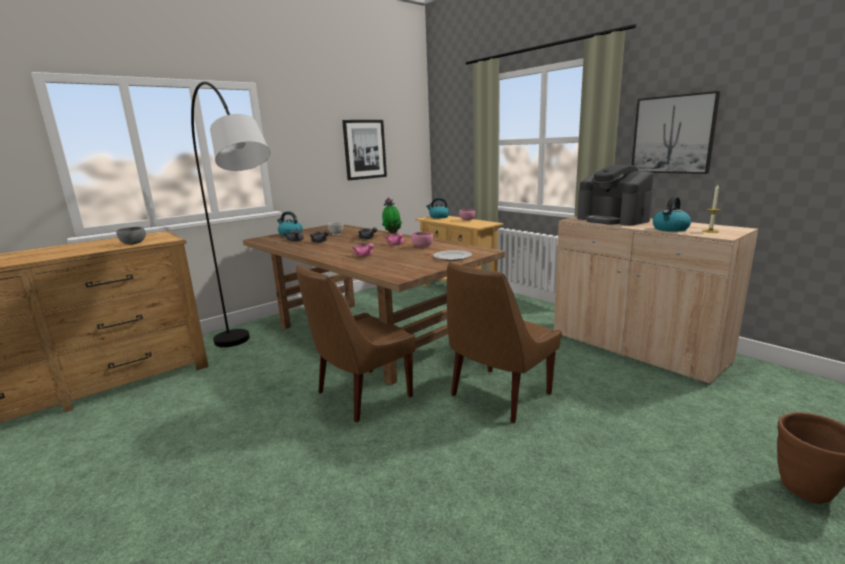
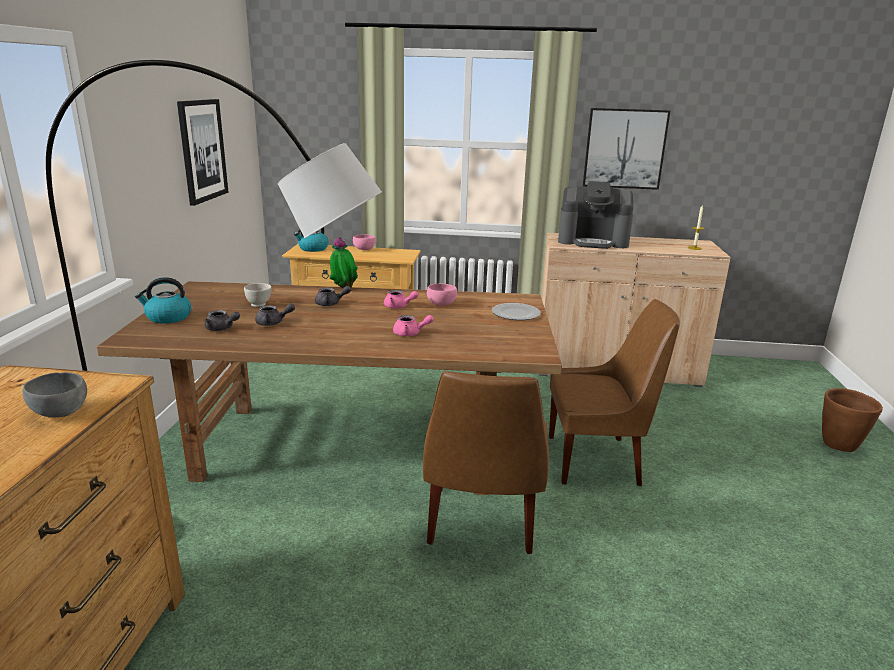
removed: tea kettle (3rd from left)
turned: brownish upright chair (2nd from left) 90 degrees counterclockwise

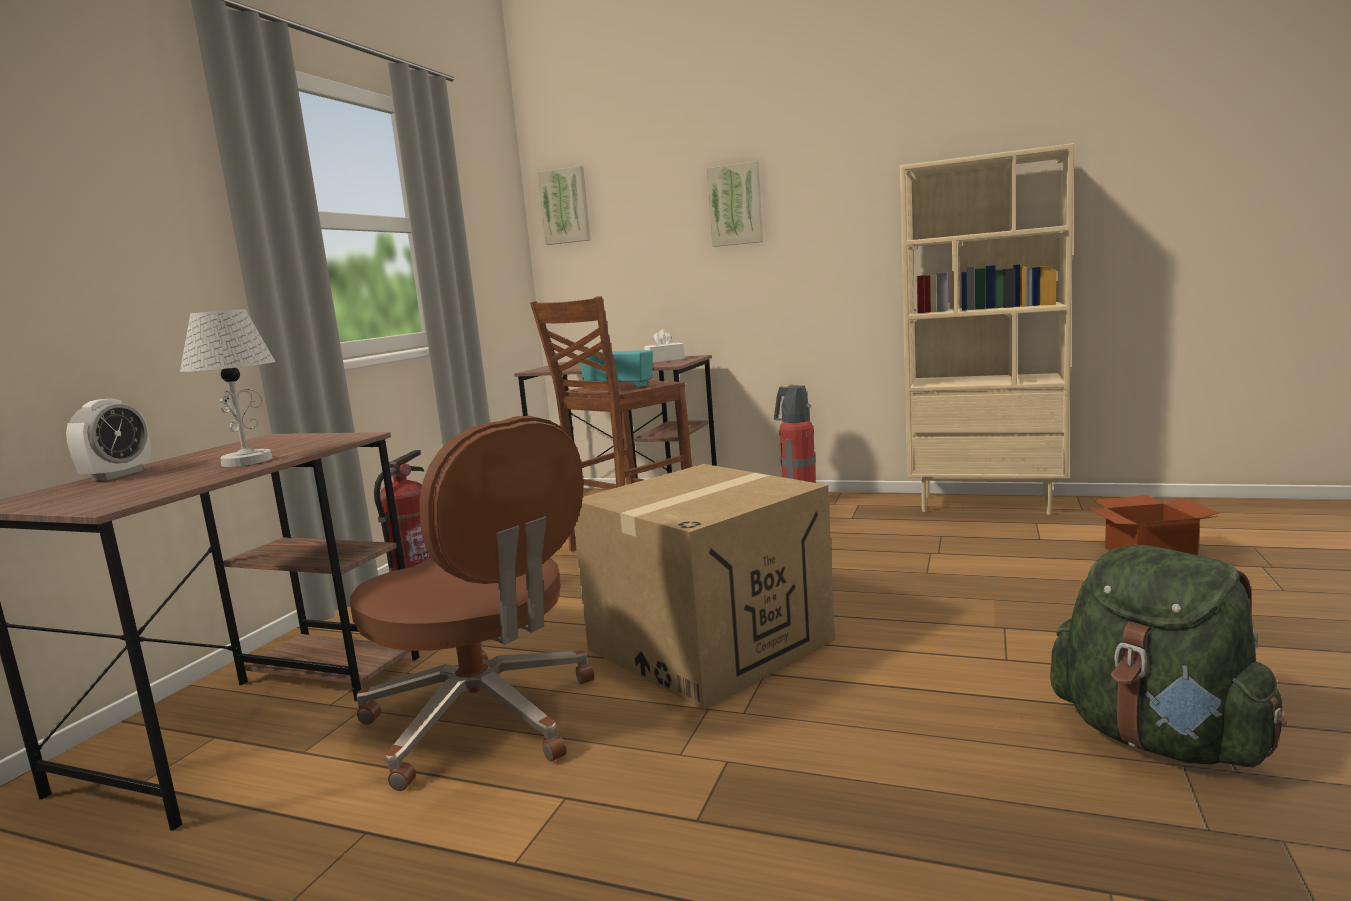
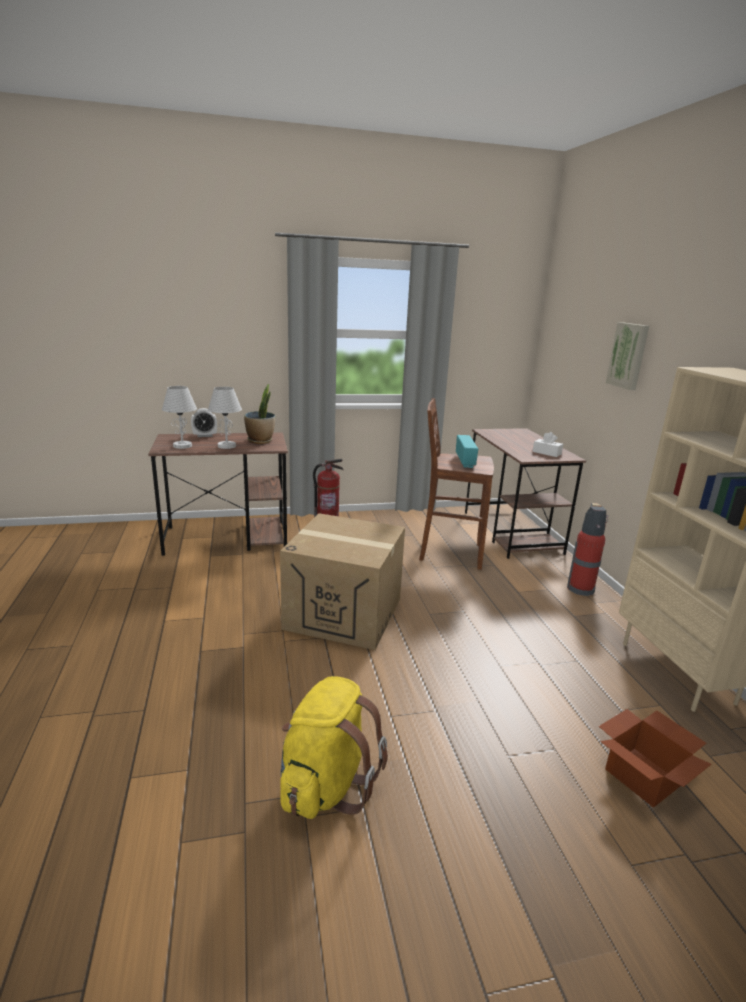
removed: wall art (1st from left); brownish desk chair
added: potted plant; white-coloured tabletop lamp (1st from left)
recoloured: green-coloured backpack to yellow-coloured backpack

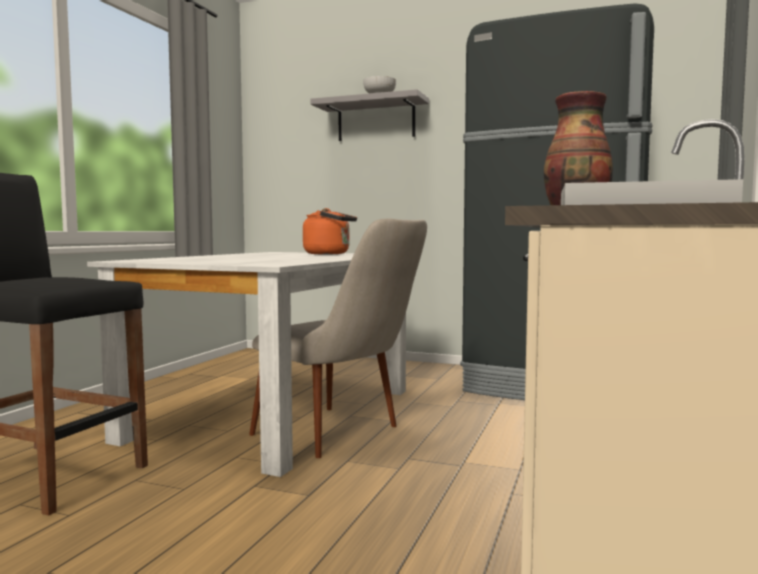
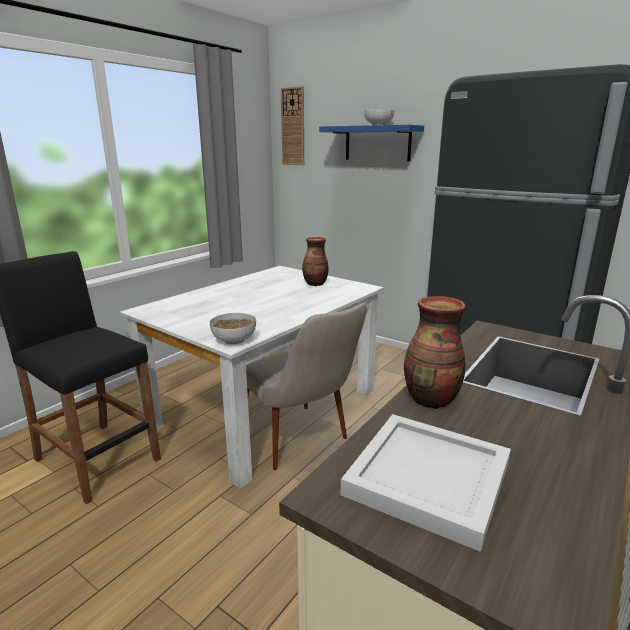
added: clock on the wall; serving bowl (1st from left)
replaced: orangey tea kettle to decorative vase (1st from left)
recoloured: grey wall shelf to bluish wall shelf

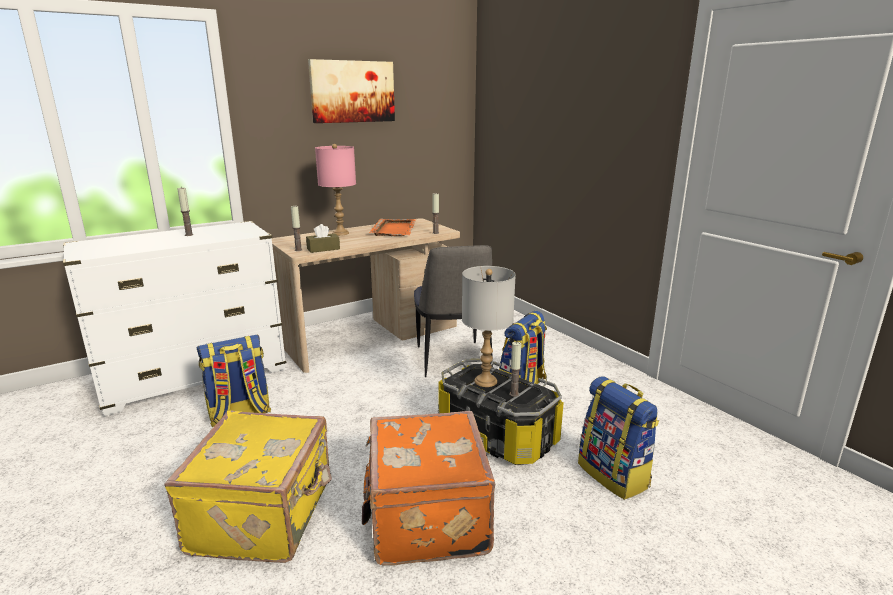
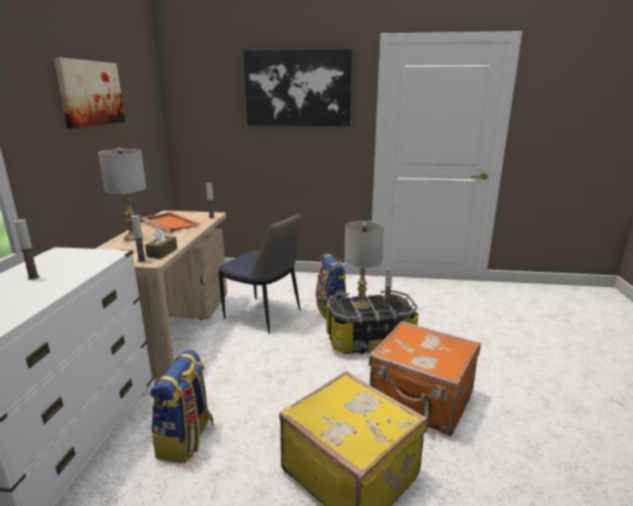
removed: backpack (3rd from left)
added: wall art (2nd from left)
recoloured: pinkish tabletop lamp to grey tabletop lamp (1st from left)

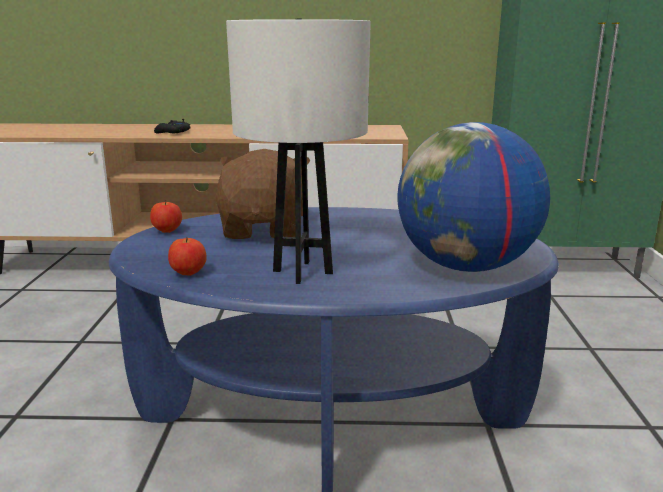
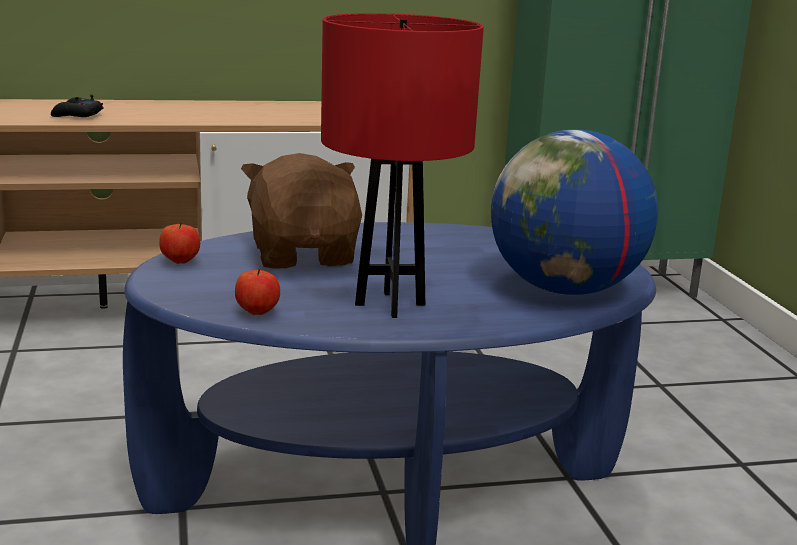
recoloured: white-coloured tabletop lamp to red tabletop lamp

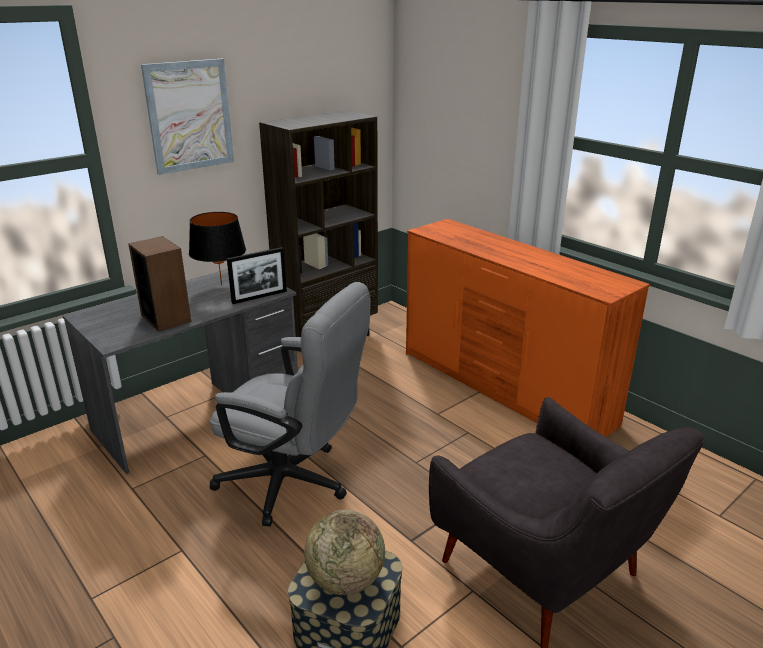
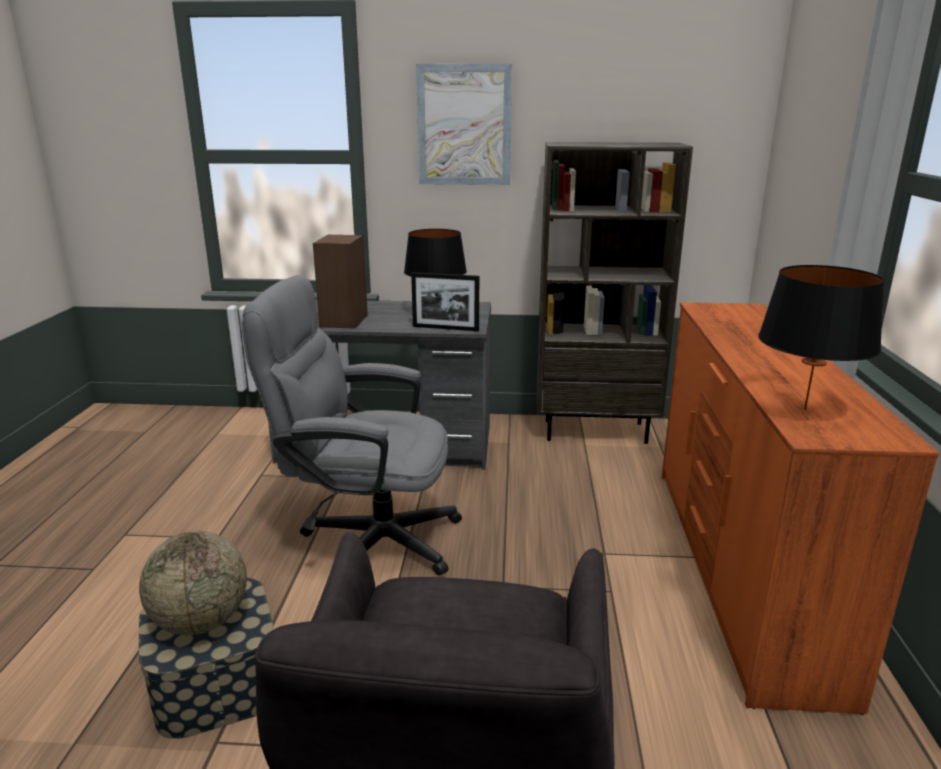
added: blackish tabletop lamp (2nd from left)
turned: grey desk chair 120 degrees clockwise

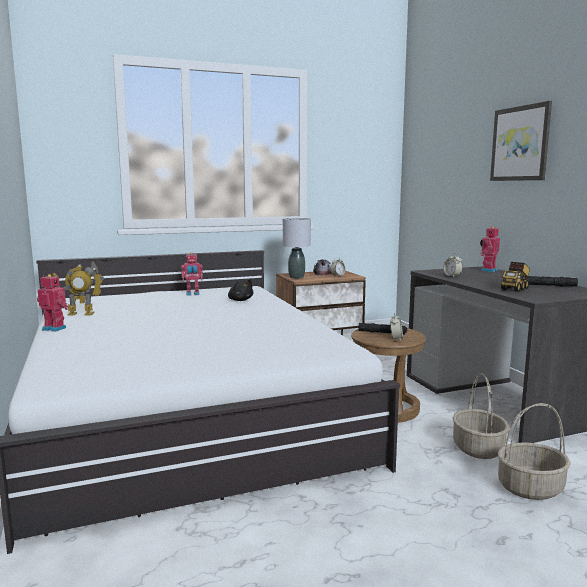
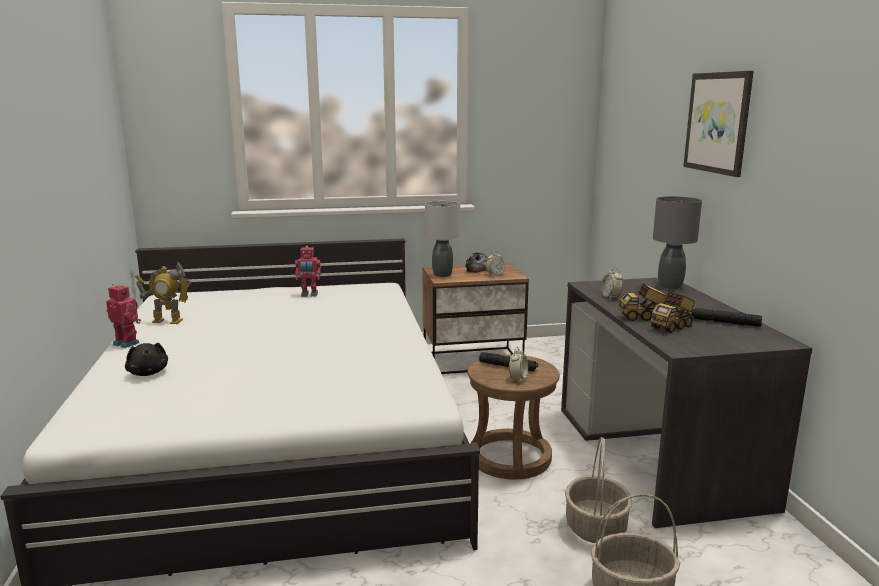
added: model truck (1st from left)
moved: blackish soft toy
replaced: model robot (4th from left) to grey tabletop lamp (2nd from left)

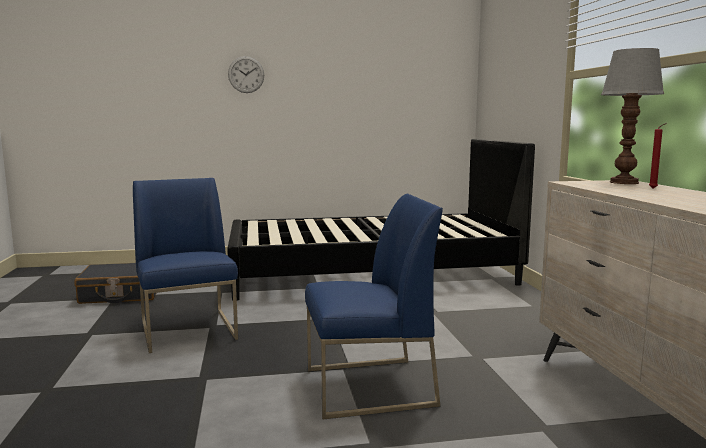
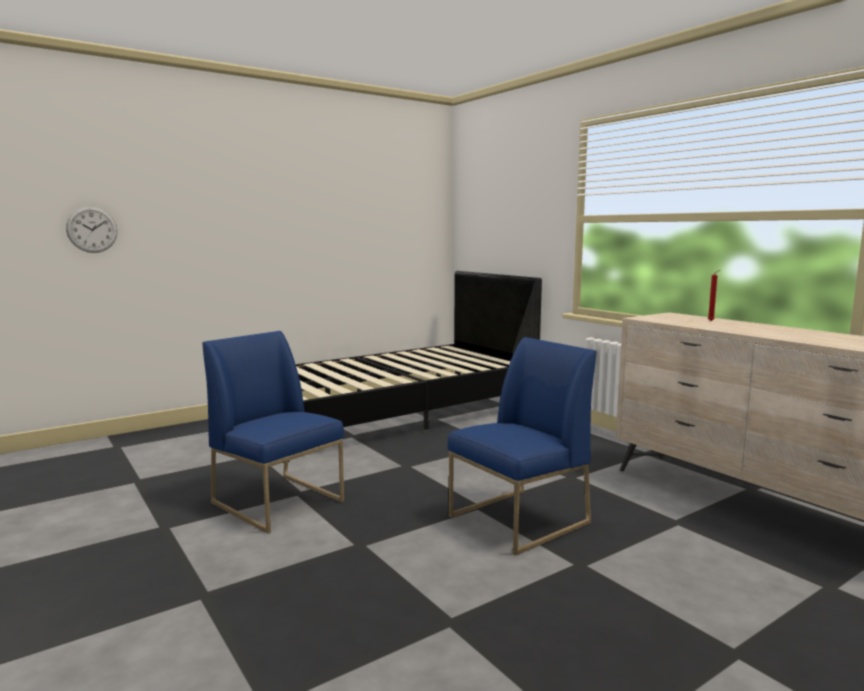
removed: tabletop lamp; blackish suitcase
moved: clock on the wall

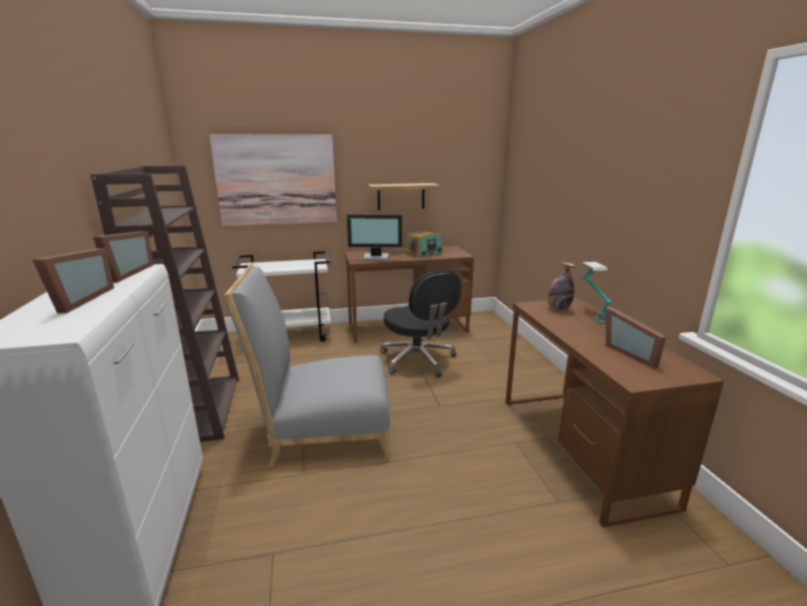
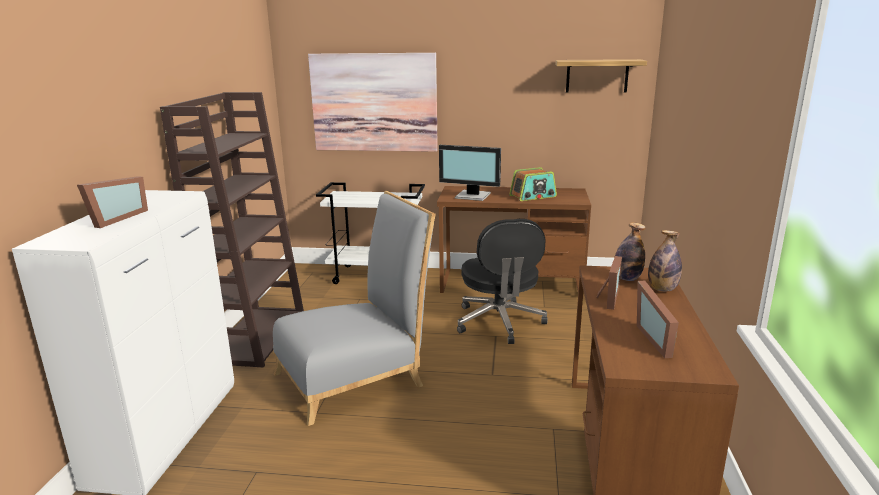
moved: wall shelf; standing frame (2nd from left)
replaced: tabletop lamp to bottle (2nd from left)
turned: grey upright chair 135 degrees clockwise

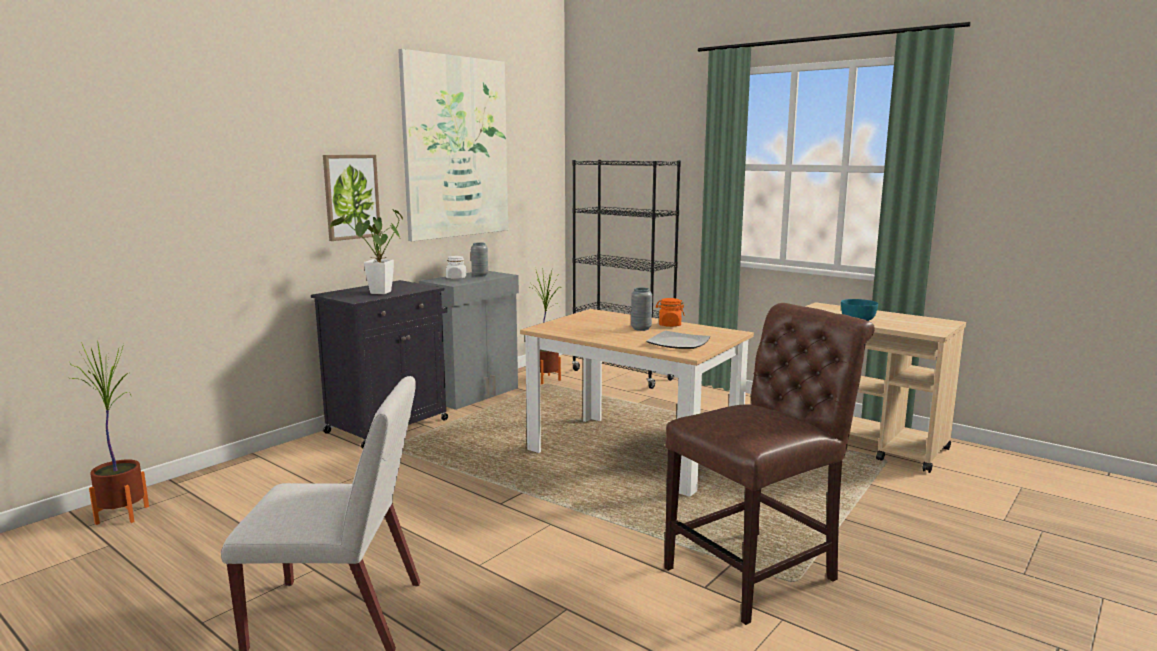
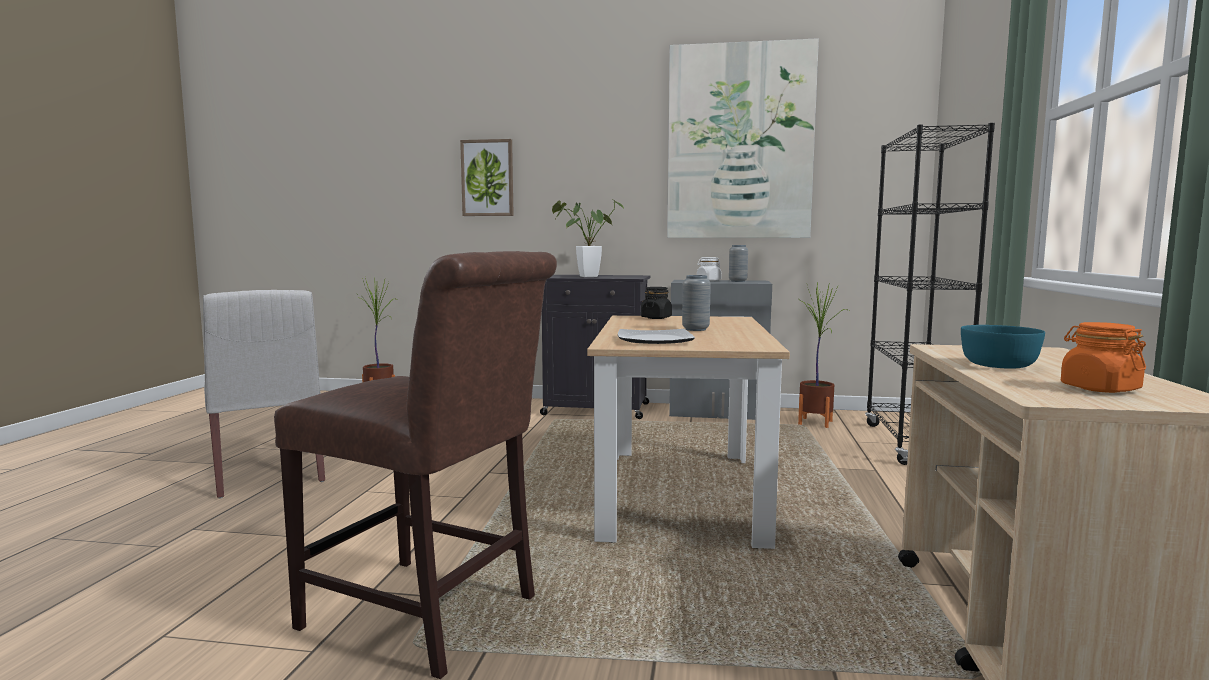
added: blackish storage jar
moved: wall art (1st from left); orangey storage jar

